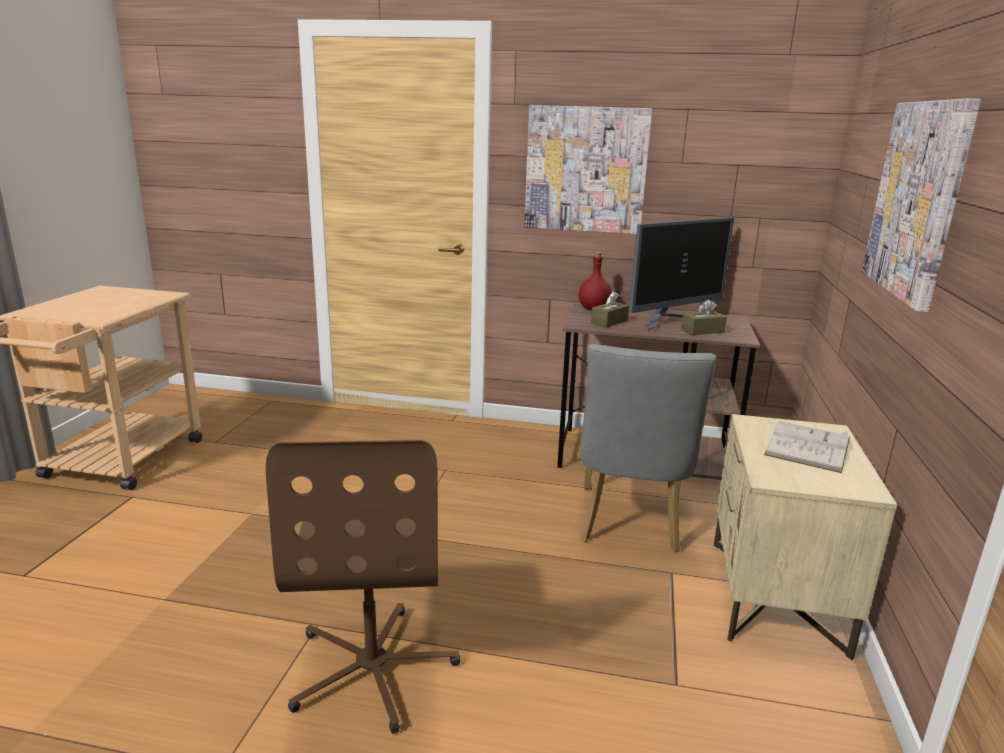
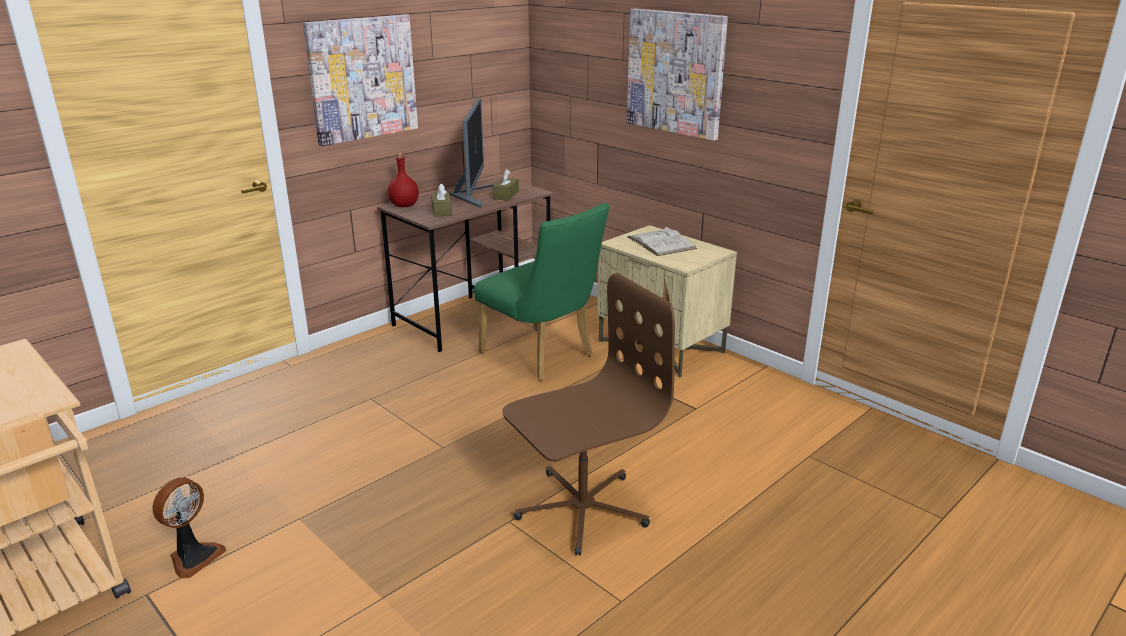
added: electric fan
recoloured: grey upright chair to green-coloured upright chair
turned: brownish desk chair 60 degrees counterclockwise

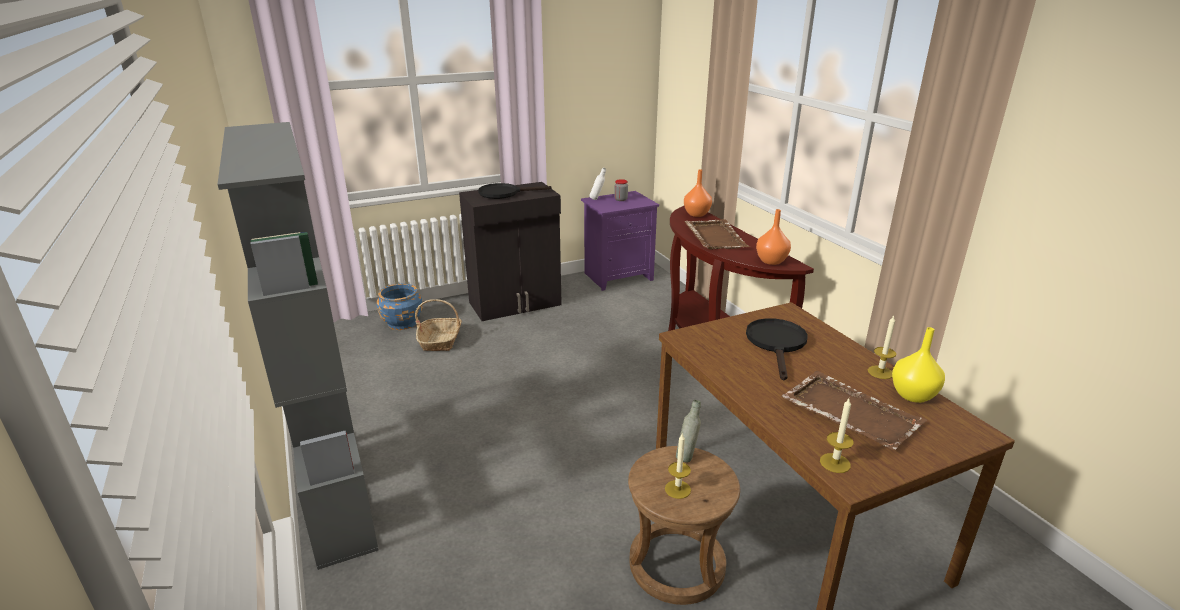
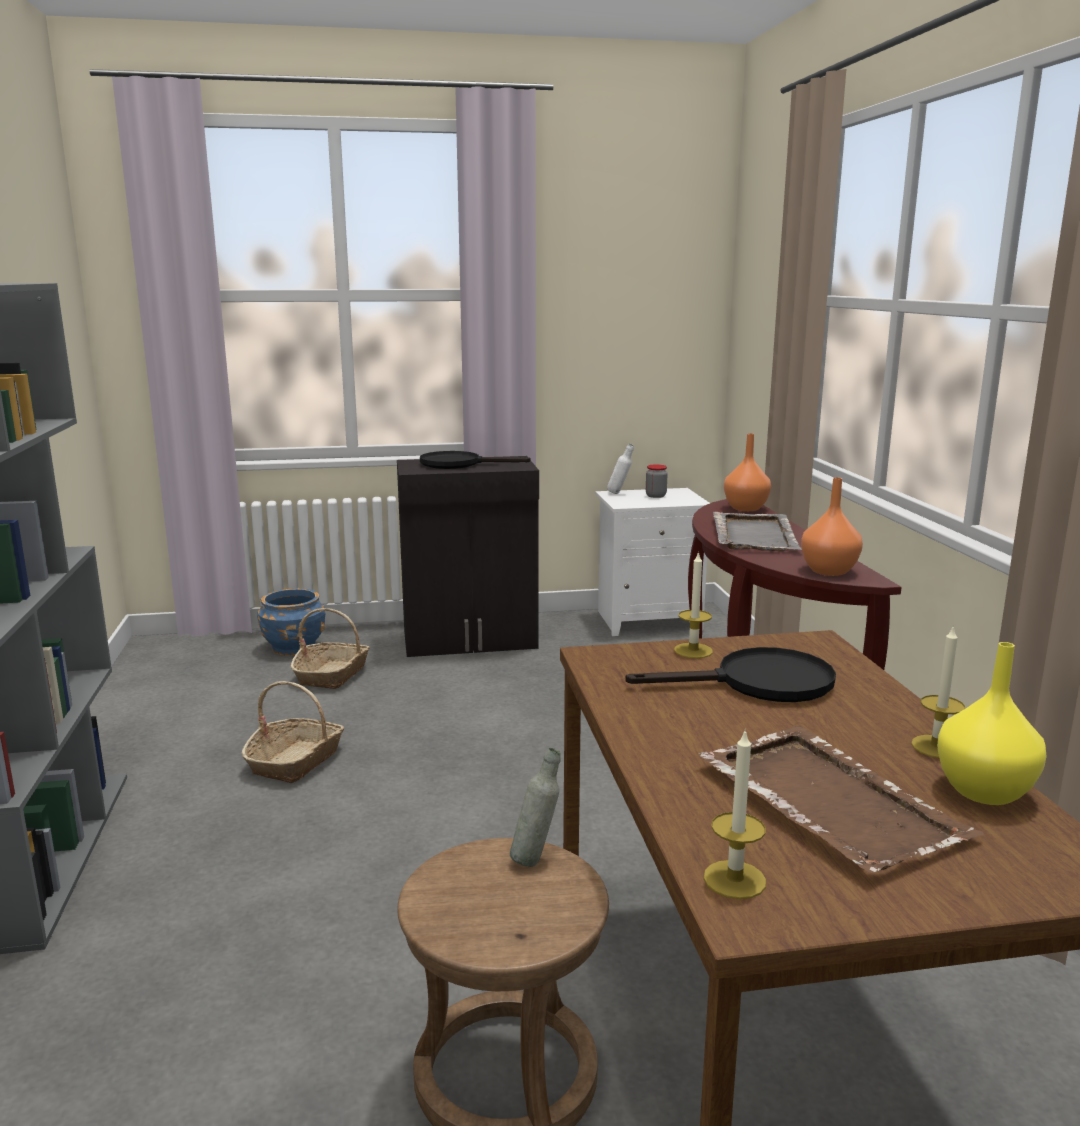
added: storage basket (1st from left)
moved: wax candle (1st from left)
recoloured: purple bedside table to white-coloured bedside table; brownish tray (1st from left) to grey tray
turned: blackish skillet (2nd from left) 60 degrees clockwise

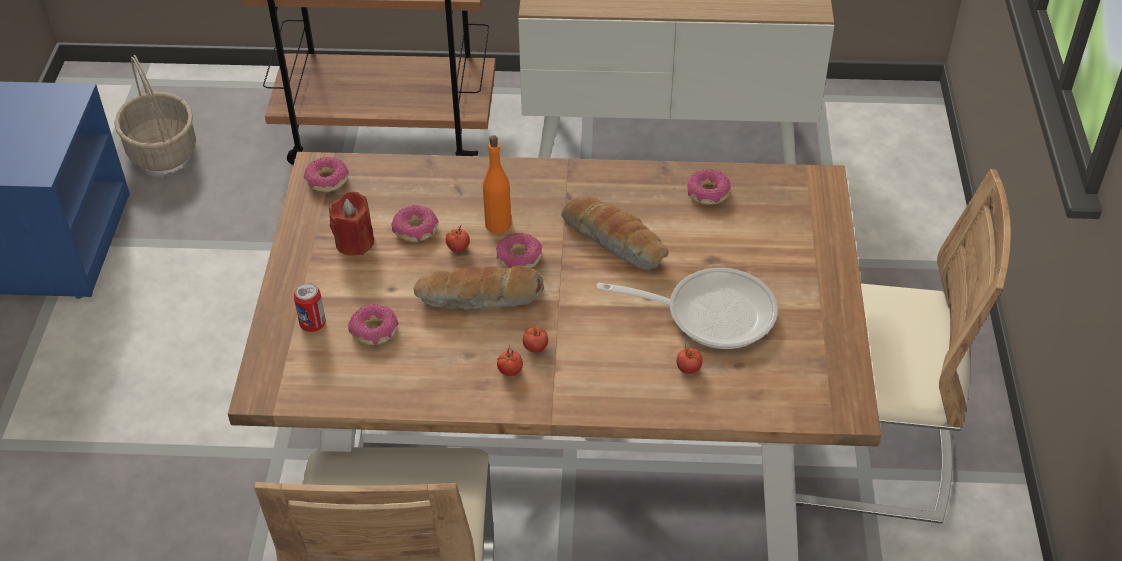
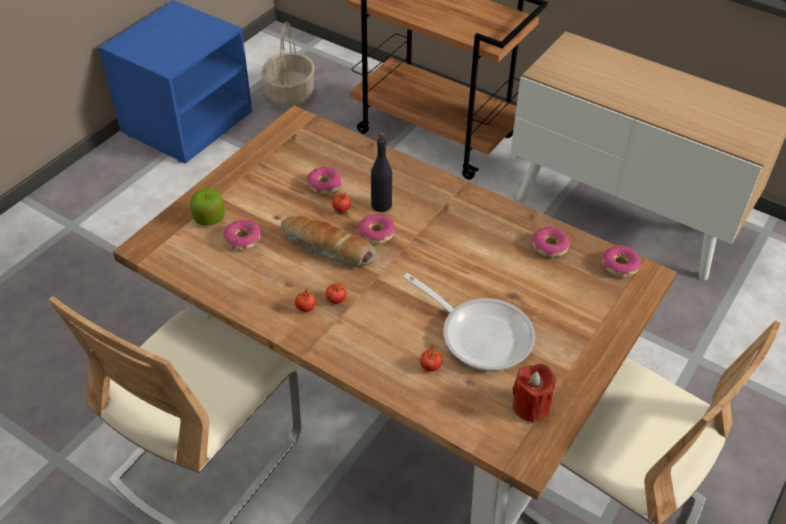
removed: baked bread (2nd from left)
moved: doughnut (1st from left in the first image) to doughnut (5th from left); red wax candle
replaced: sealed can to apple fruit
recoloured: orangey bottle to blackish bottle

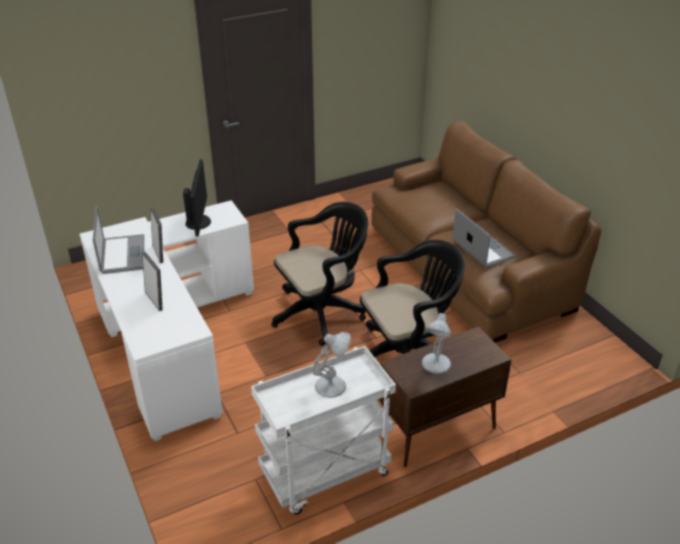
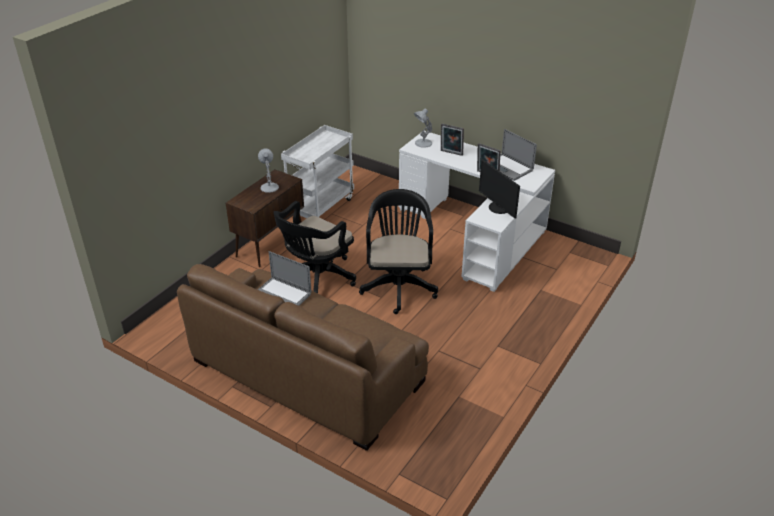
moved: white-coloured tabletop lamp (1st from left in the first image) to white-coloured tabletop lamp (2nd from left)
turned: blackish desk chair (1st from left in the first image) 150 degrees clockwise

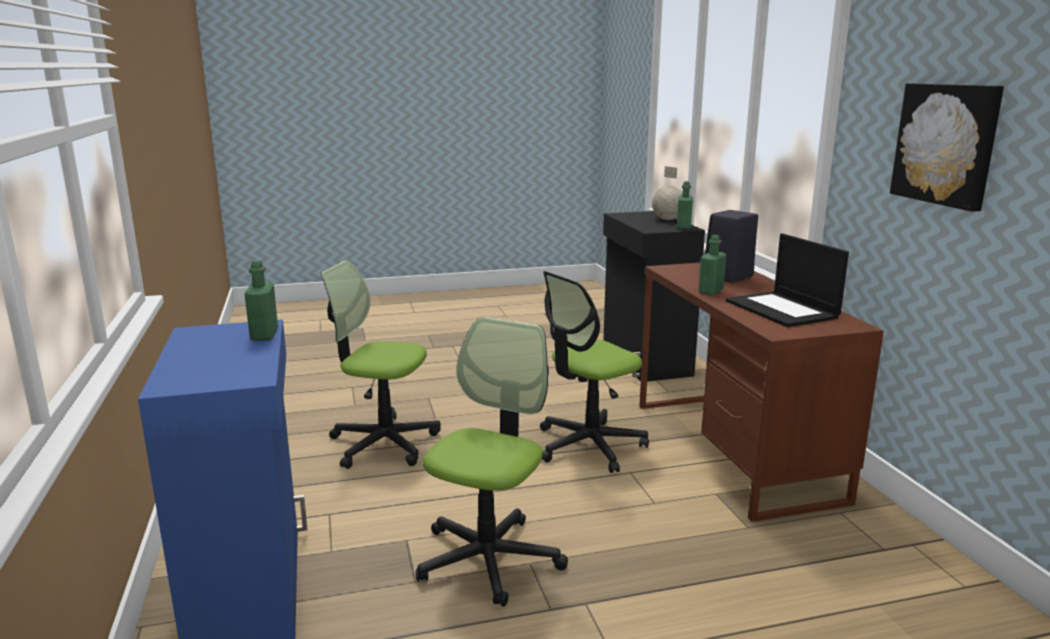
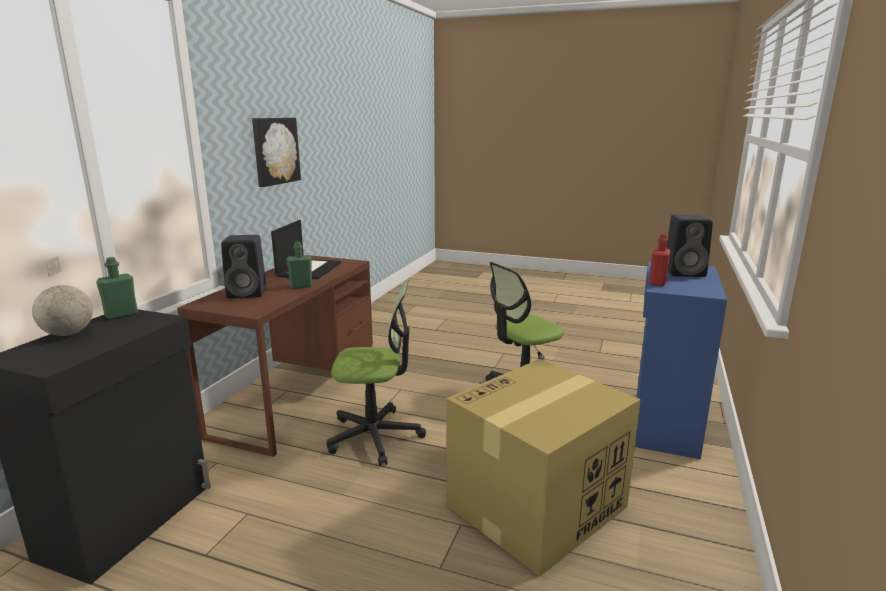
added: blackish speaker (2nd from left)
replaced: desk chair (1st from left) to cardboard box
recoloured: green-coloured bottle (1st from left) to red bottle

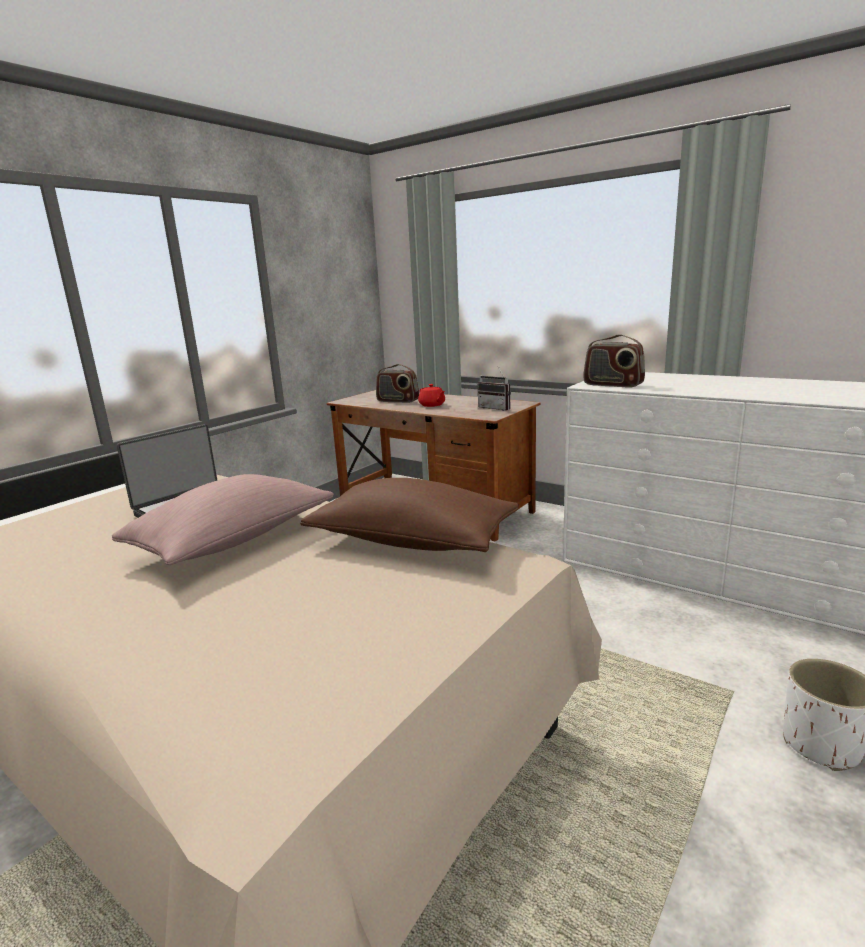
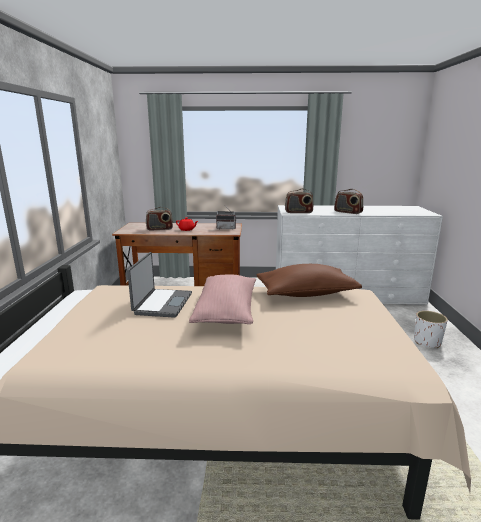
added: radio receiver (4th from left)

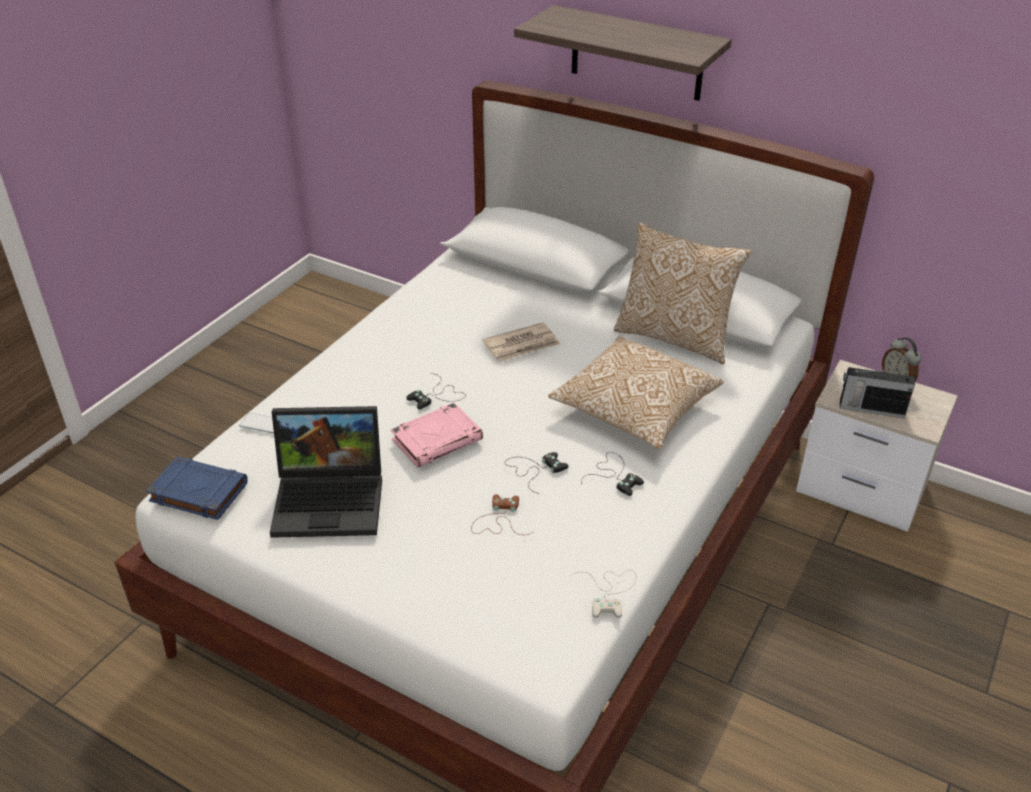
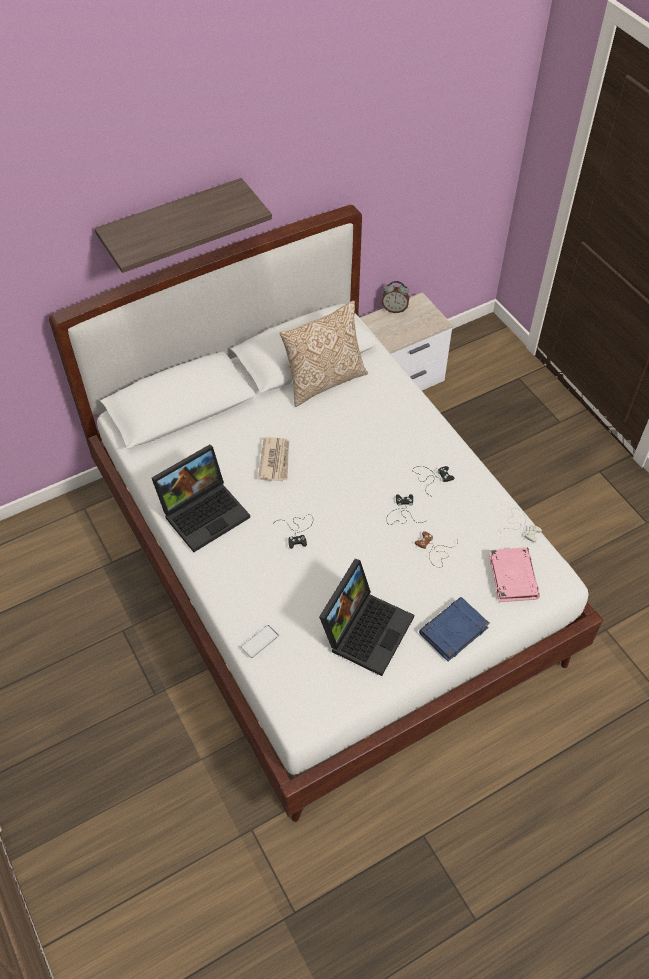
removed: cushion (1st from left); radio receiver
added: portable computer (1st from left)
moved: pinkish book; bluish book

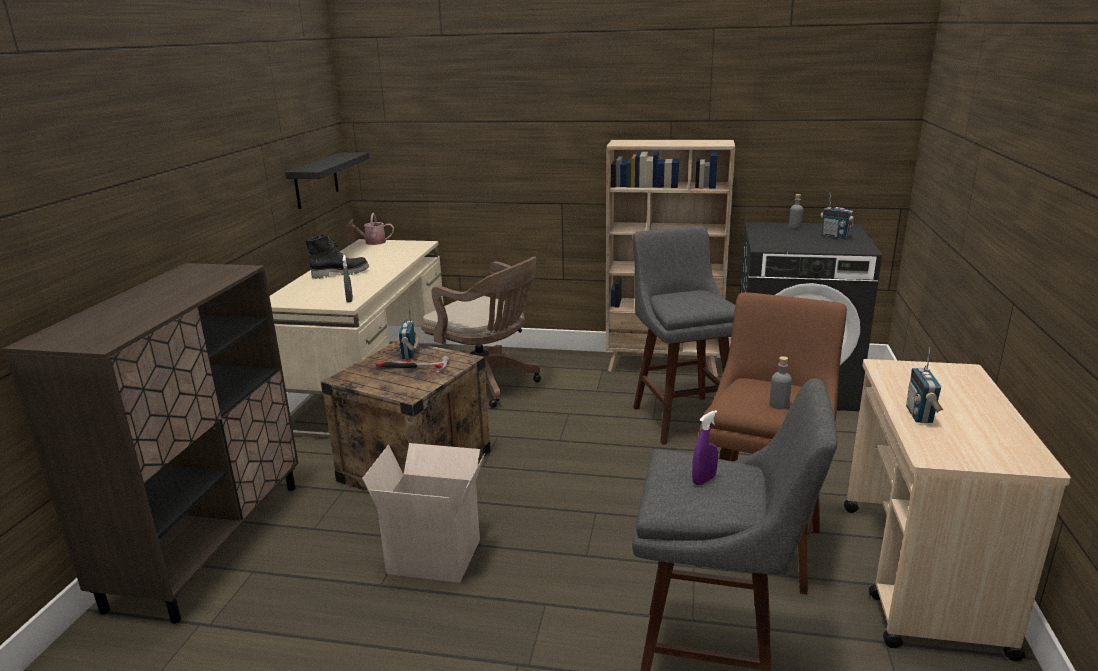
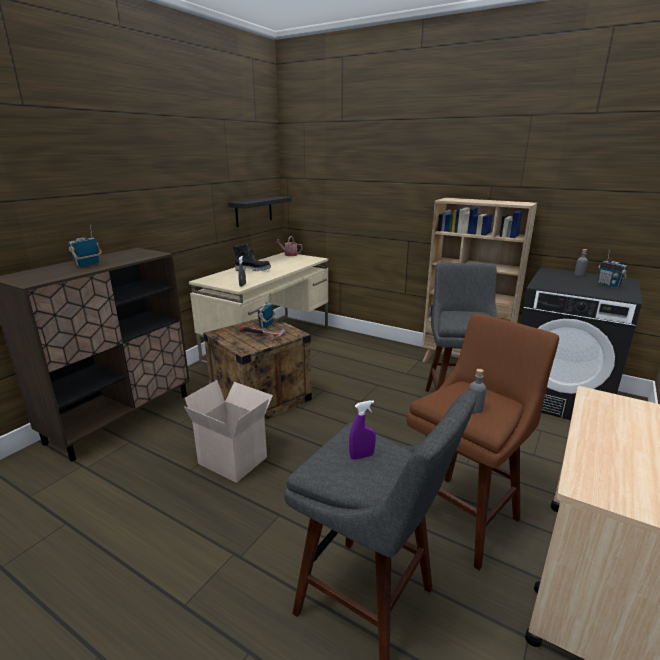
removed: brownish desk chair
moved: radio receiver (3rd from left in the first image) to radio receiver (1st from left)

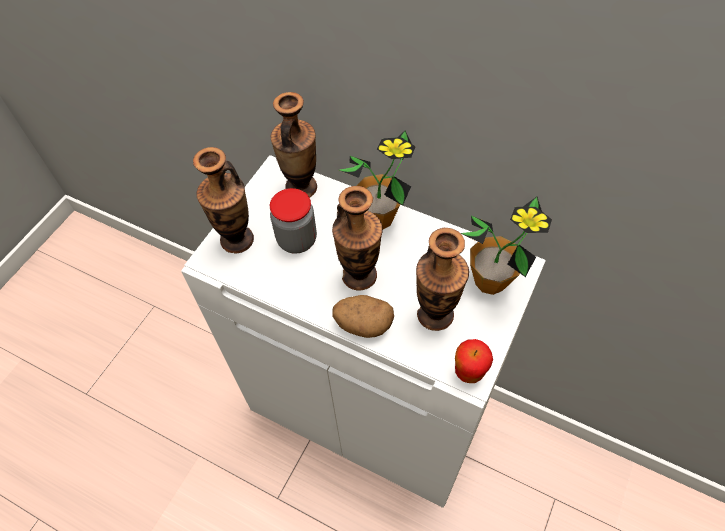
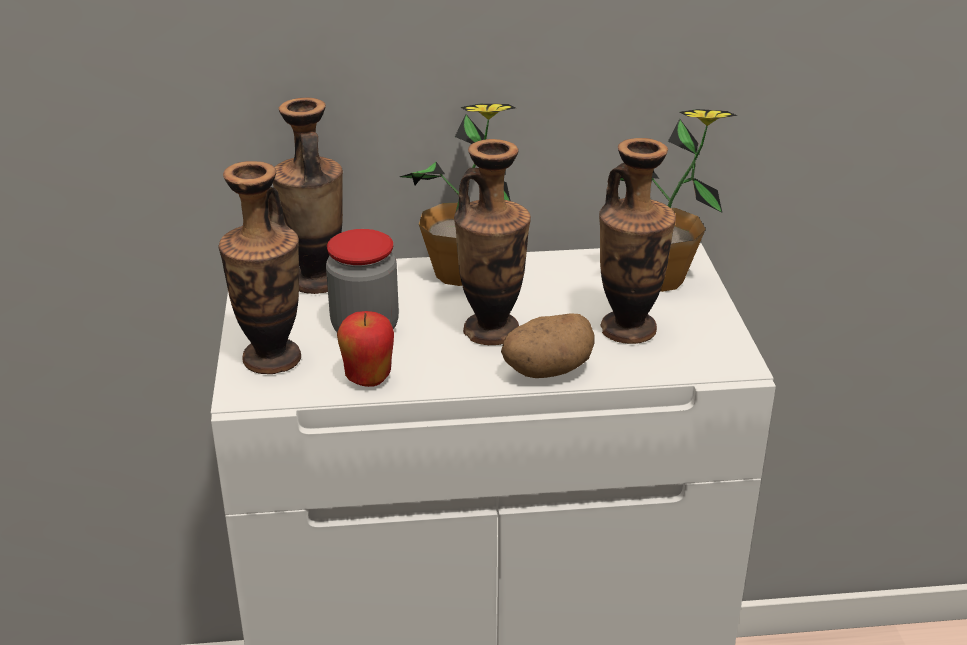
moved: apple fruit

